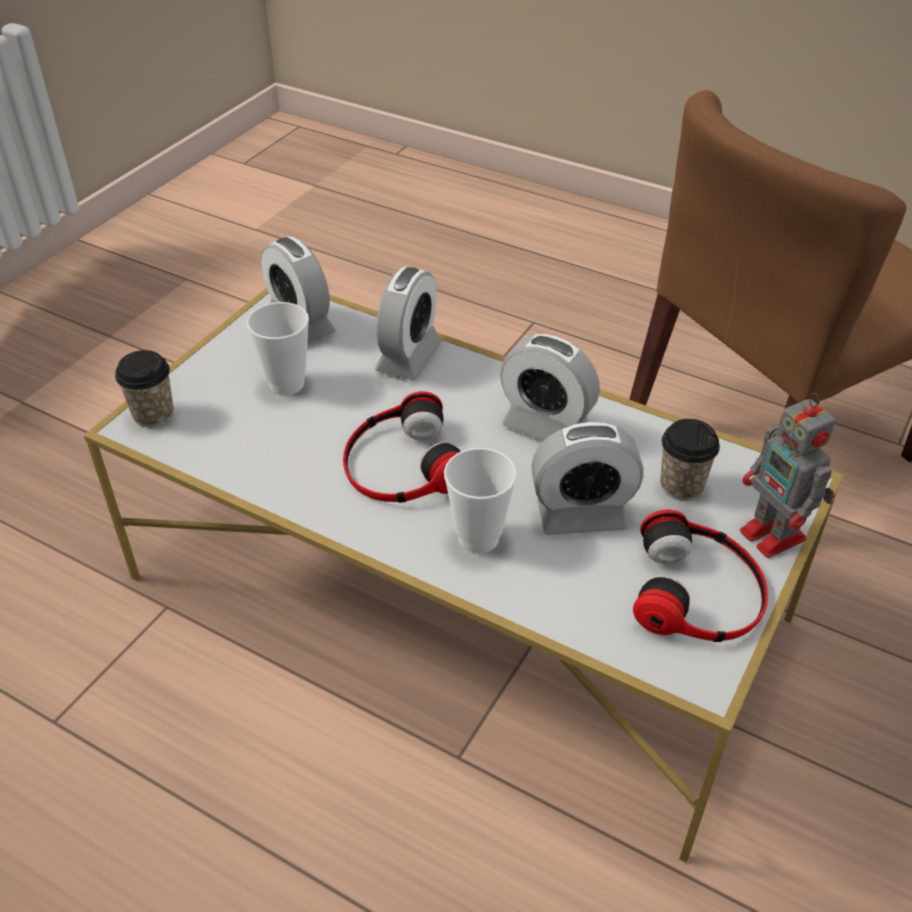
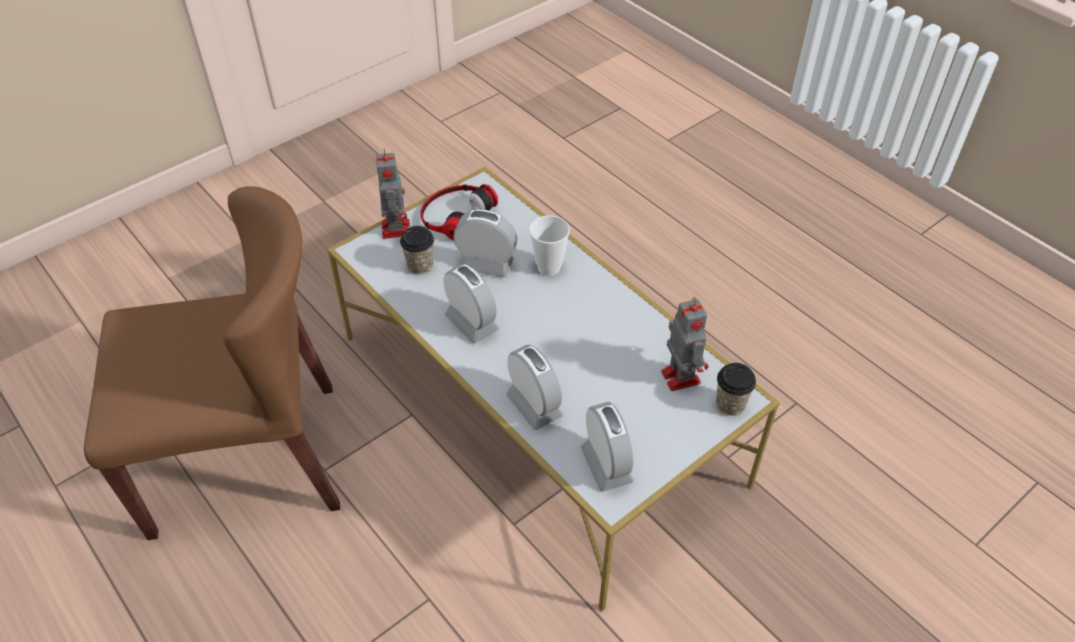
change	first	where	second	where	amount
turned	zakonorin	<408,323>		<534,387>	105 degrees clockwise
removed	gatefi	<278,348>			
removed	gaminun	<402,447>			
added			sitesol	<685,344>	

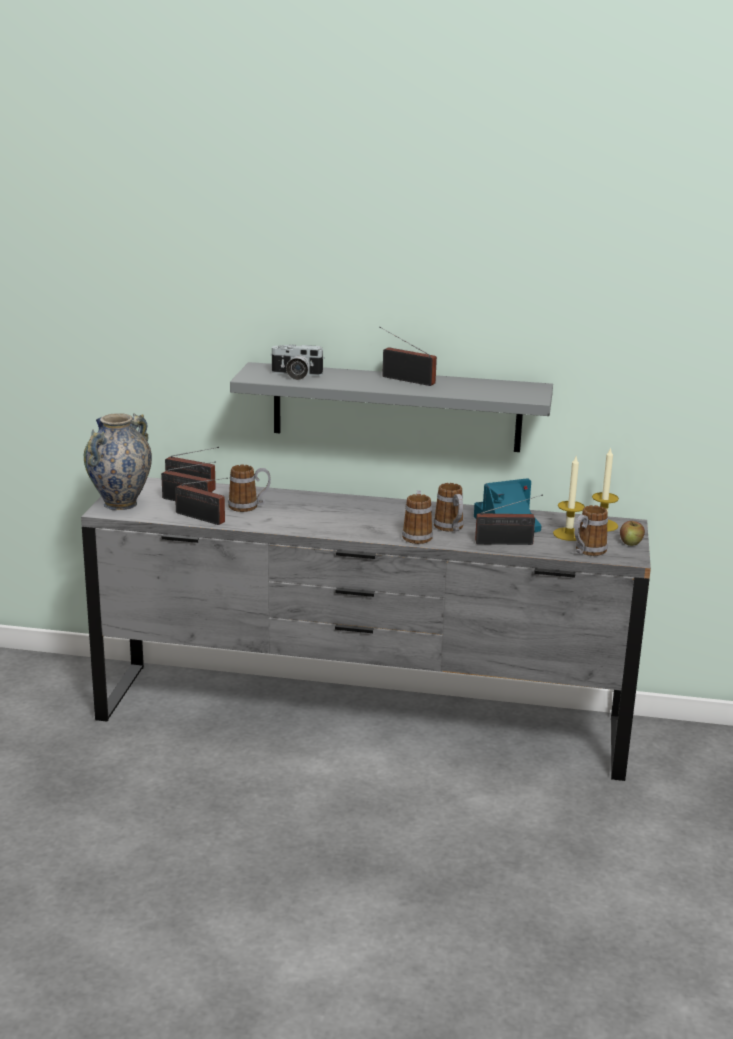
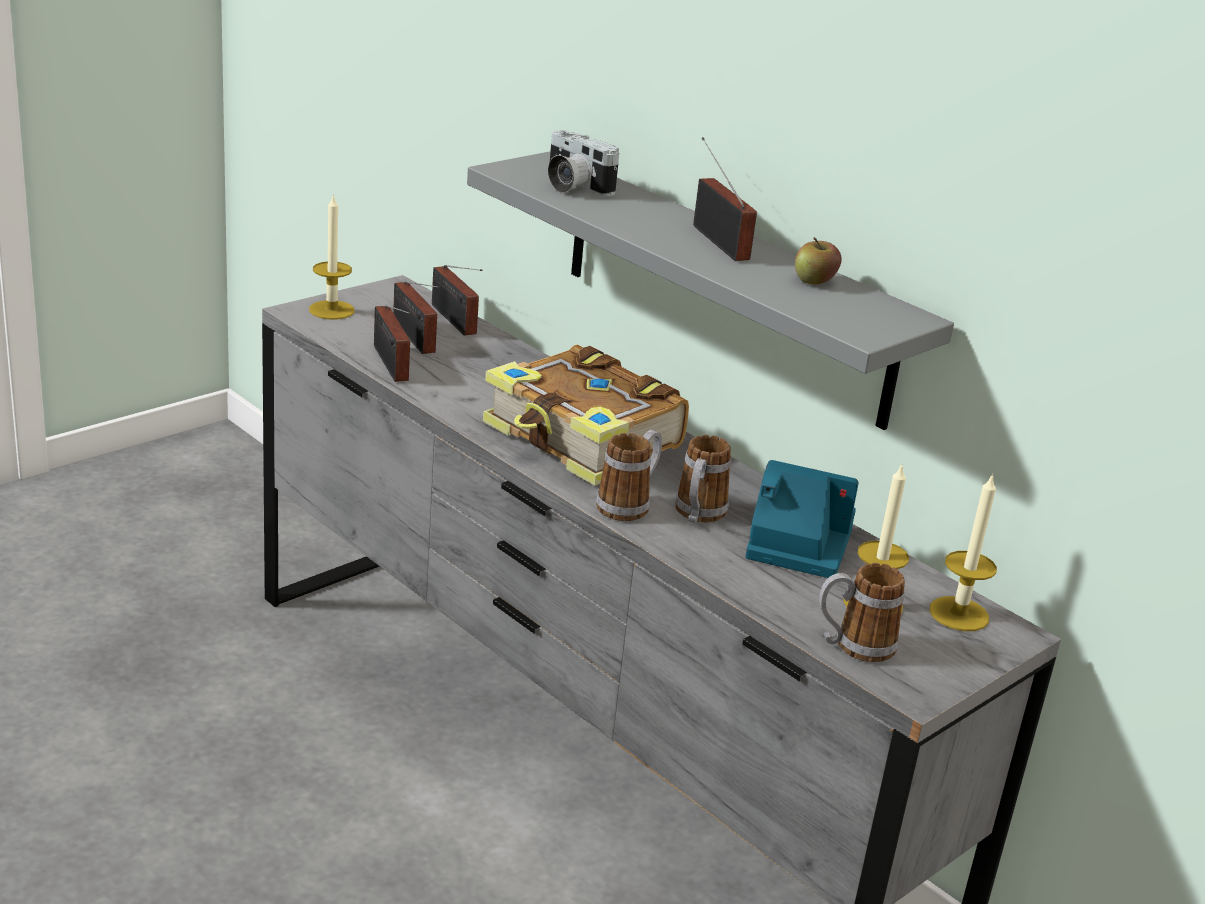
change	first	where	second	where	amount
replaced	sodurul	<118,461>	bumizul	<331,257>	
removed	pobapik	<249,488>			
removed	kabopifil	<509,519>			
moved	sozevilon	<632,533>		<818,261>	
added			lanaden	<586,415>	

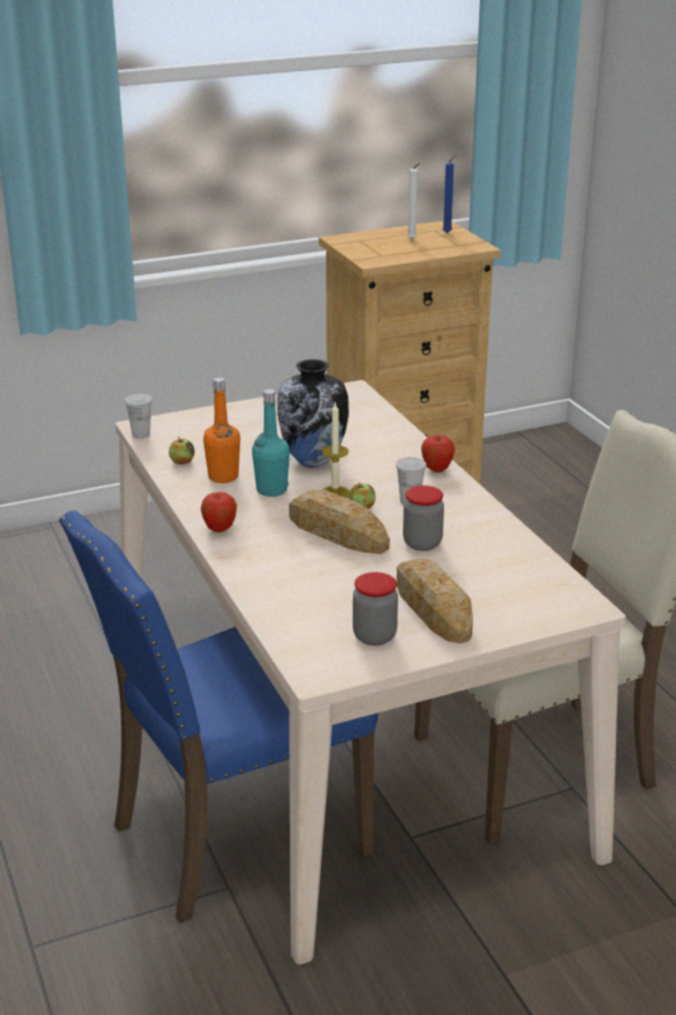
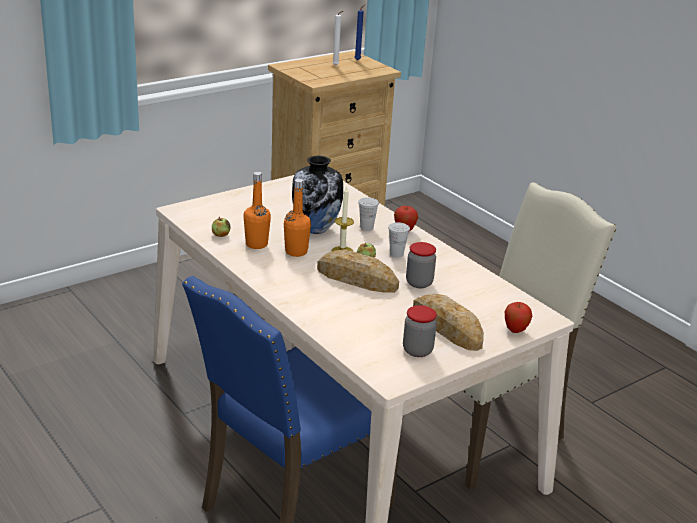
change	first	where	second	where	amount
recoloured	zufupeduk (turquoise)	<271,443>	zufupeduk (orange)	<297,218>	
moved	gatefi (white)	<138,416>		<368,214>	
moved	sozevilon	<219,512>		<518,317>	

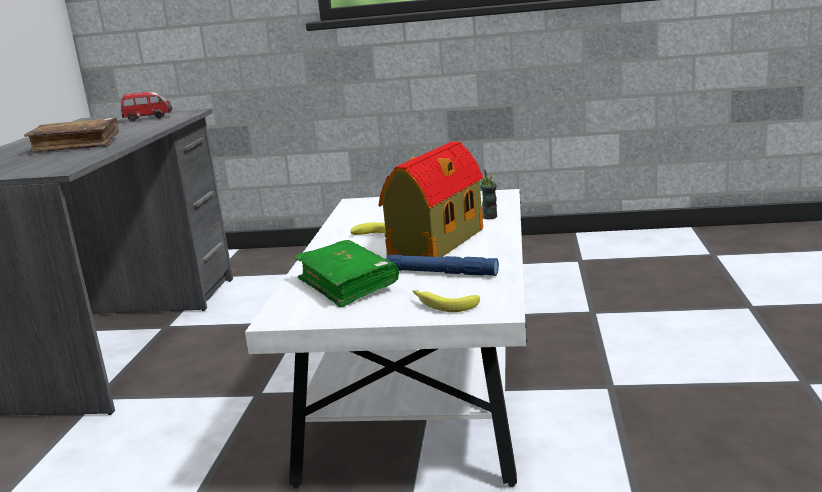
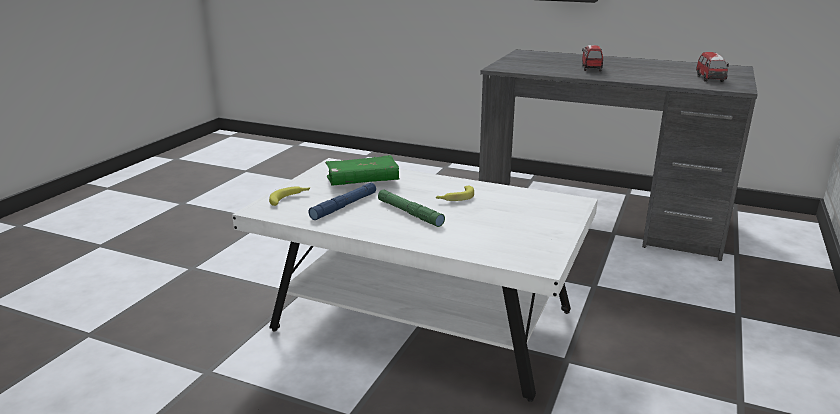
change	first	where	second	where	amount
replaced	lanaden (brown)	<71,136>	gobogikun	<592,58>	
replaced	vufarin	<431,199>	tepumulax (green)	<411,208>	
removed	gatefi	<488,194>			

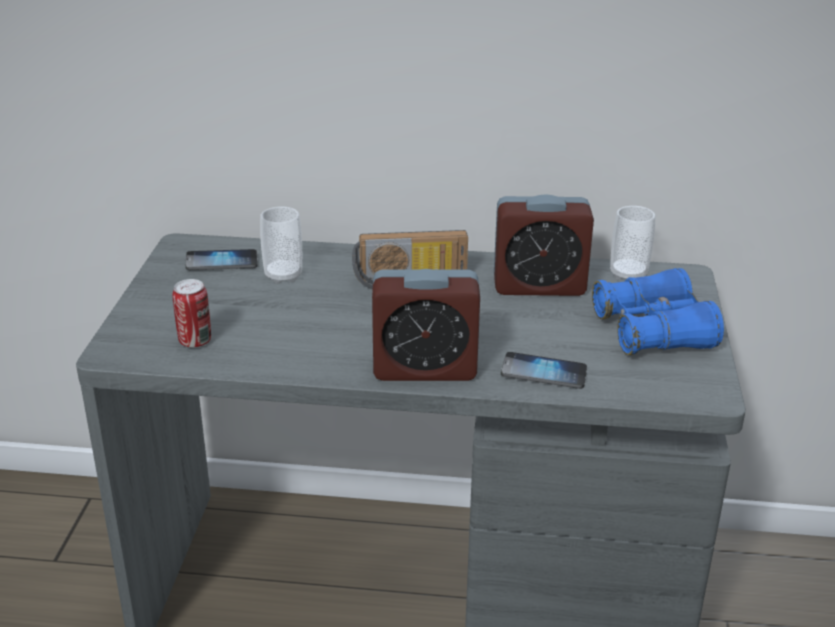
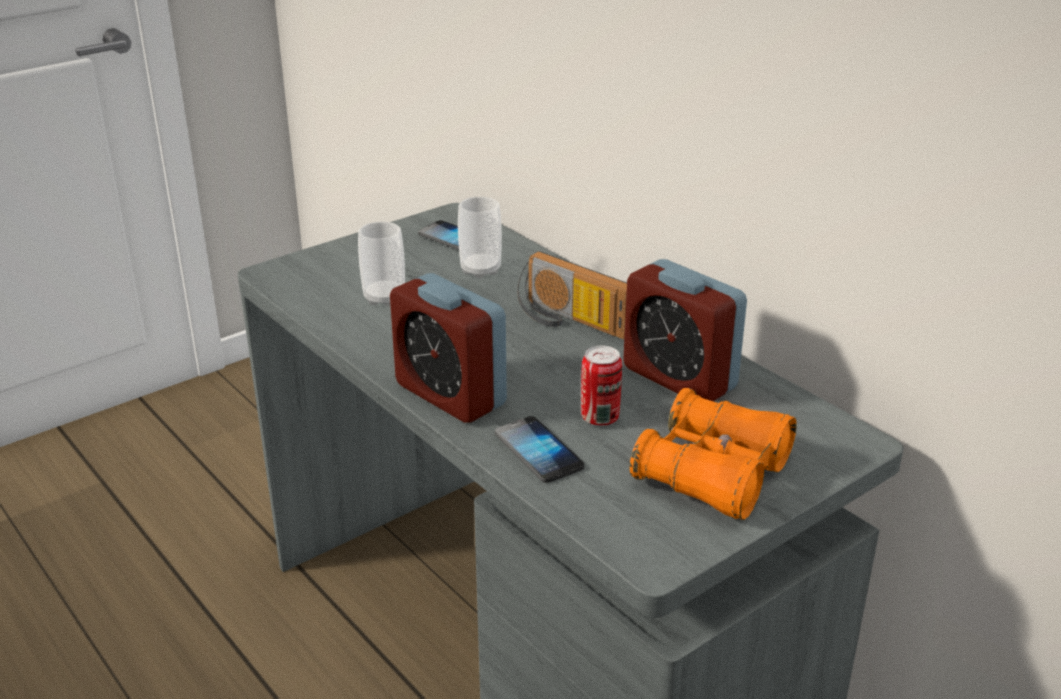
change	first	where	second	where	amount
moved	gatefi	<632,243>		<381,264>	
recoloured	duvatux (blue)	<658,311>	duvatux (orange)	<713,454>	
moved	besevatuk	<191,313>		<601,385>	

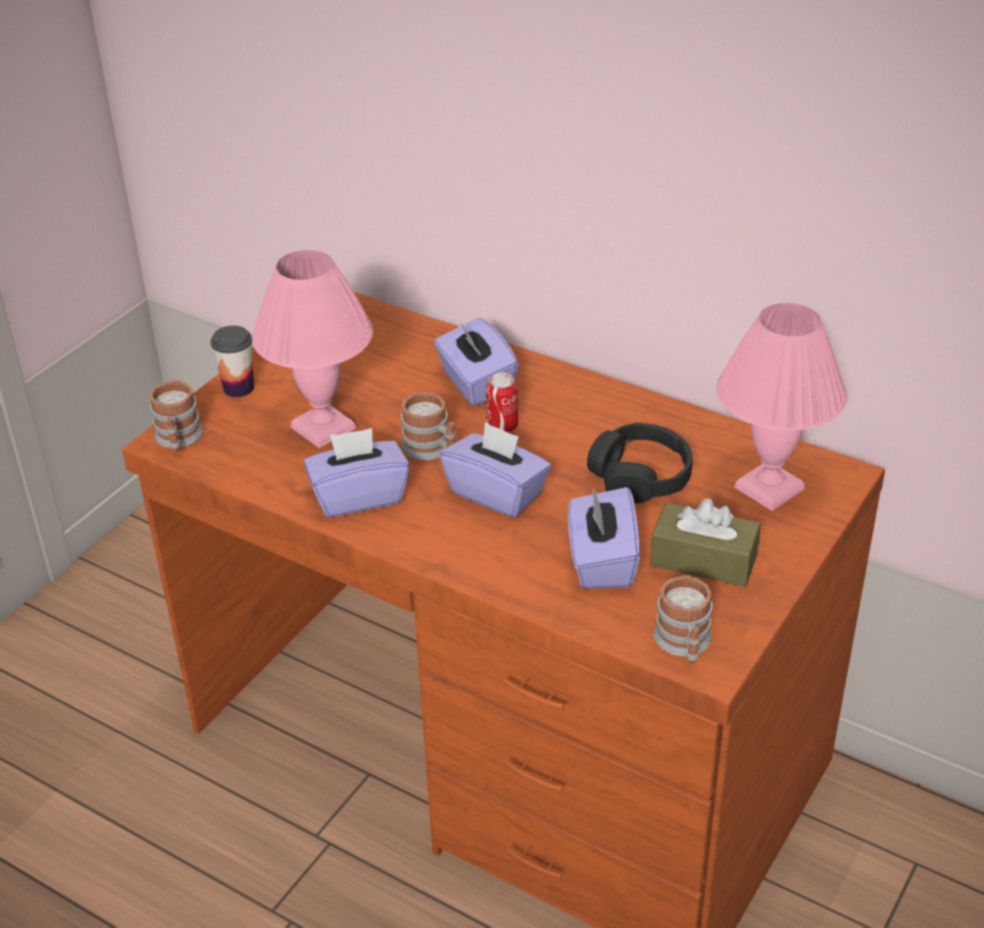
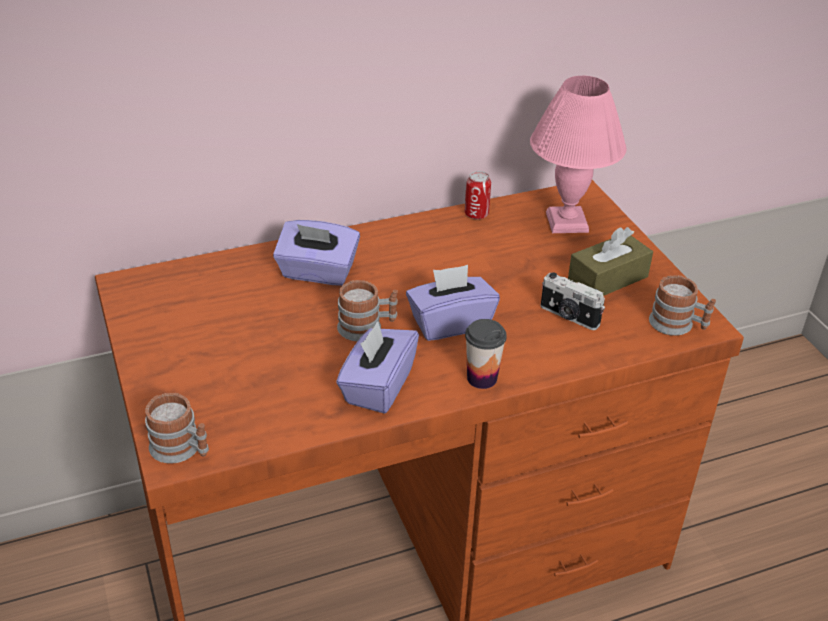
change	first	where	second	where	amount
removed	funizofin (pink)	<312,349>			
moved	gatefi	<232,361>		<486,354>	
moved	besevatuk	<502,402>		<478,195>	
removed	gaminun (black)	<640,463>			
replaced	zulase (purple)	<604,538>	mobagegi	<572,301>	

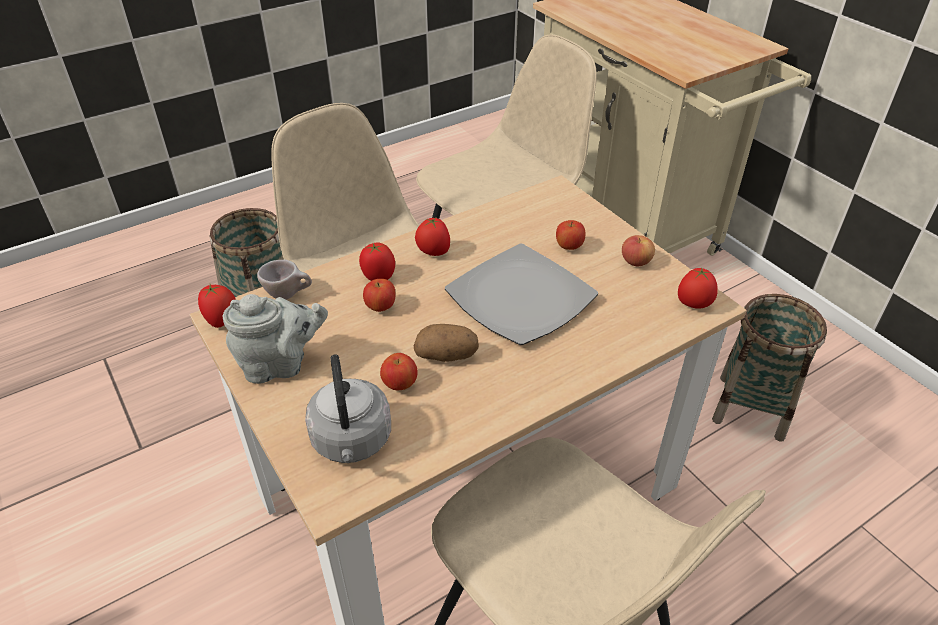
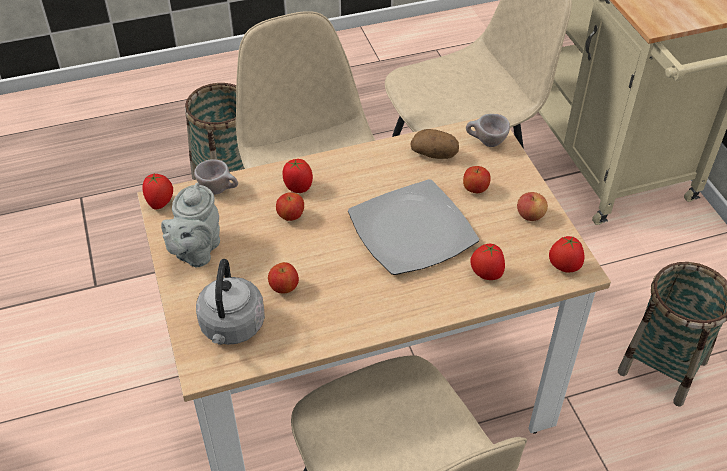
change	first	where	second	where	amount
moved	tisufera	<432,237>		<487,262>	
turned	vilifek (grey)	<275,339>		<190,224>	105 degrees clockwise
moved	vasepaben	<446,343>		<434,144>	
added			gatefi (beige)	<488,130>	

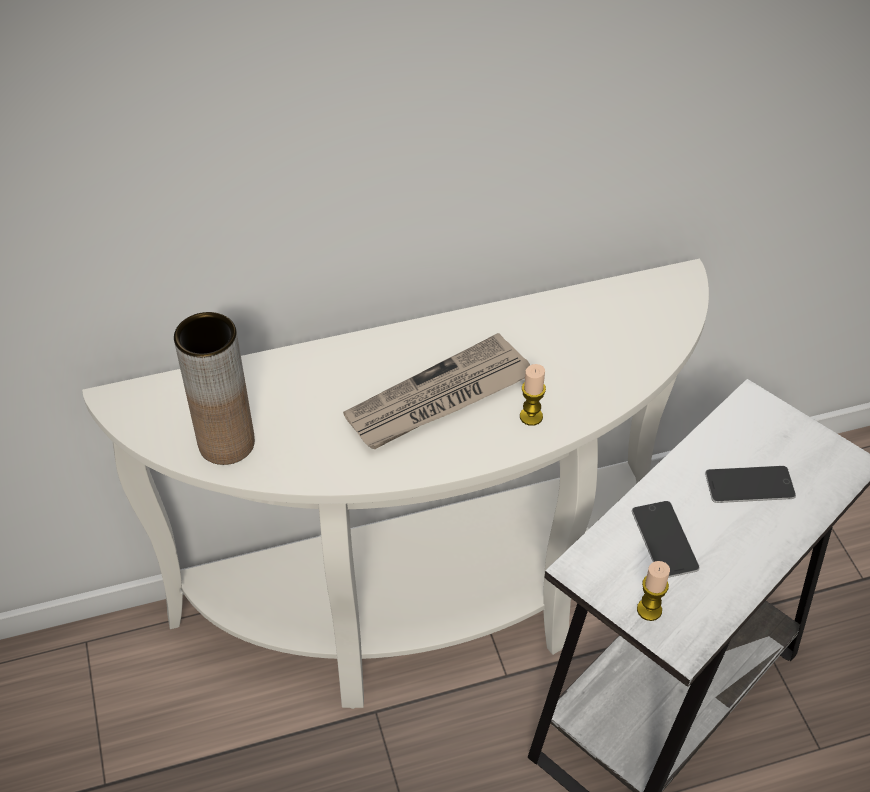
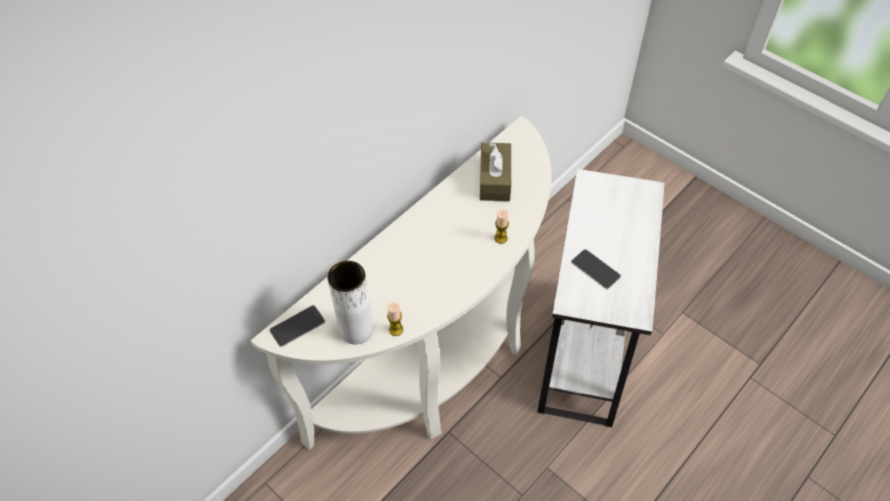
change	first	where	second	where	amount
recoloured	sodurul (brown)	<214,388>	sodurul (white)	<350,302>	
removed	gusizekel	<436,391>			
moved	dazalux	<750,484>		<297,326>	
moved	bumizul	<653,591>		<395,319>	
added			zulase (brown)	<495,171>	

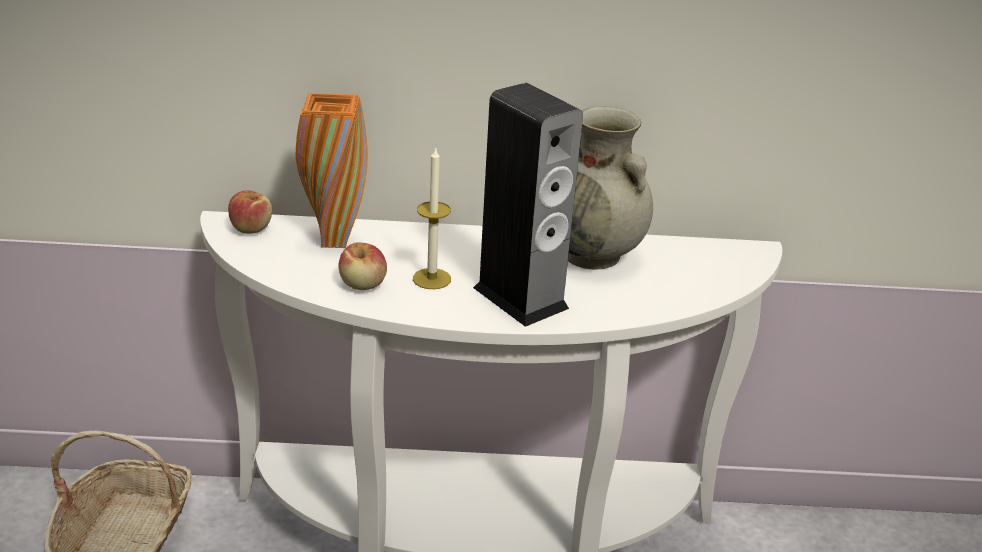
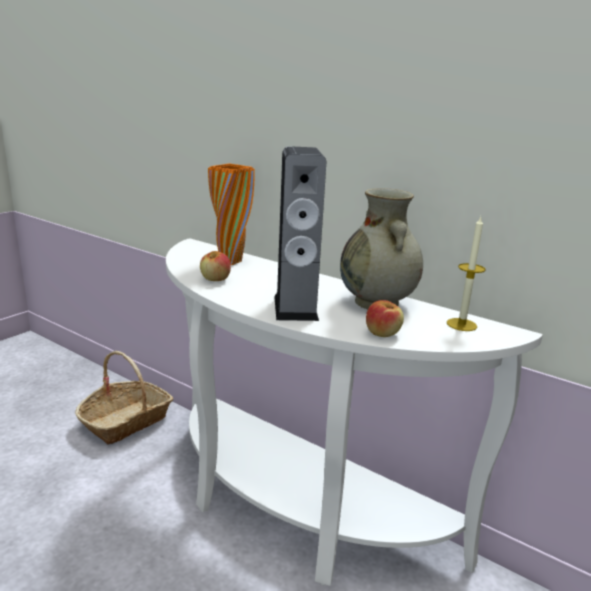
change	first	where	second	where	amount
moved	bumizul	<432,217>		<466,274>	
moved	sozevilon	<250,212>		<385,318>	

